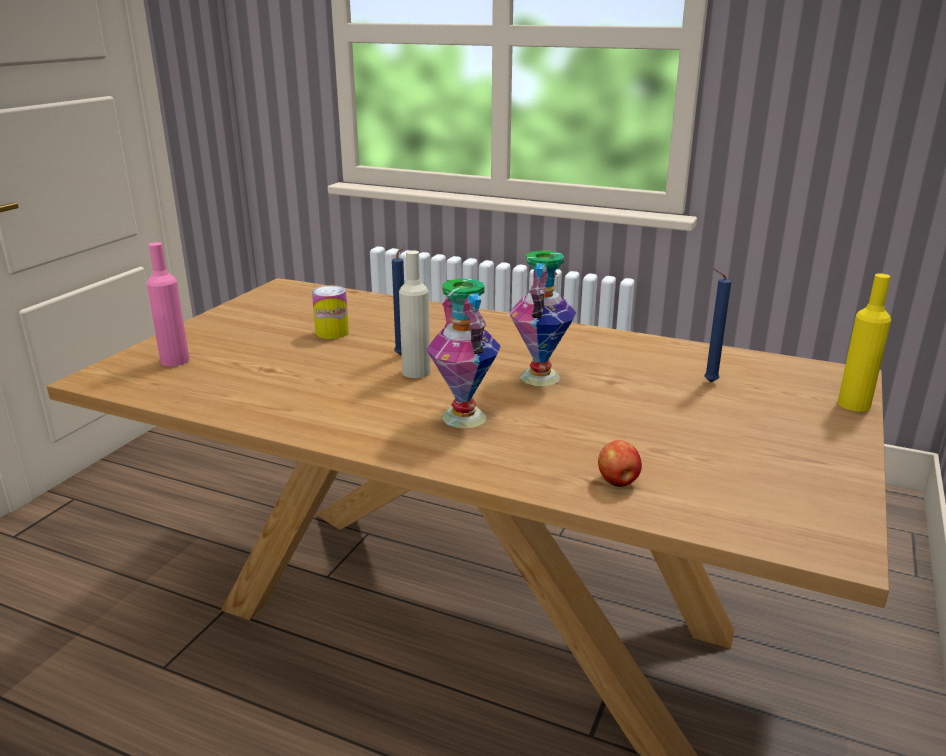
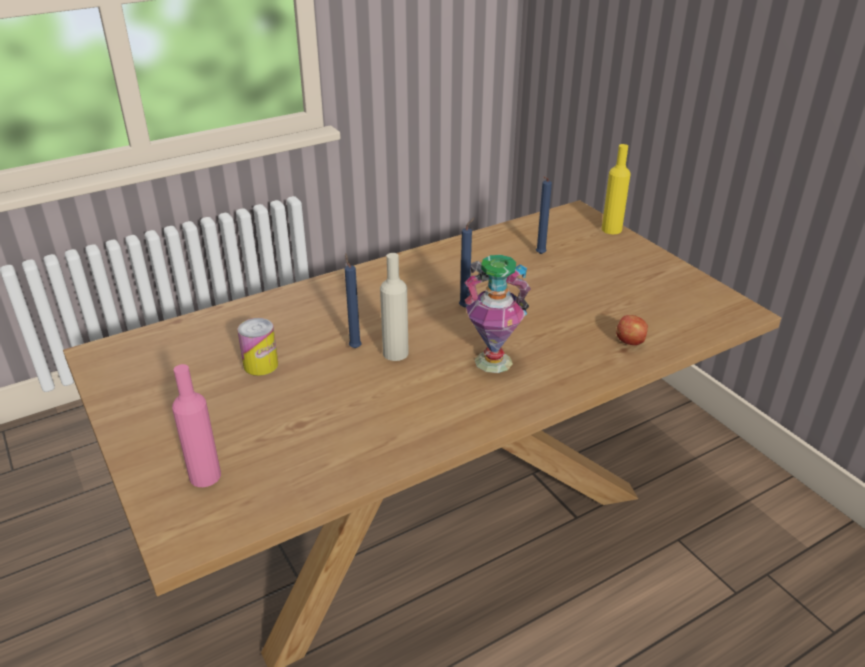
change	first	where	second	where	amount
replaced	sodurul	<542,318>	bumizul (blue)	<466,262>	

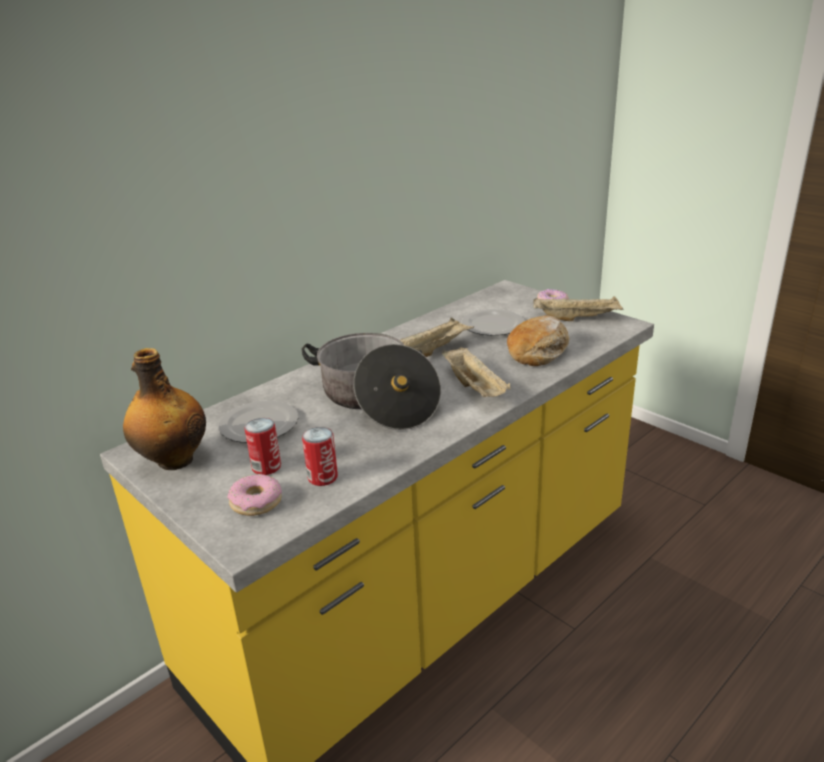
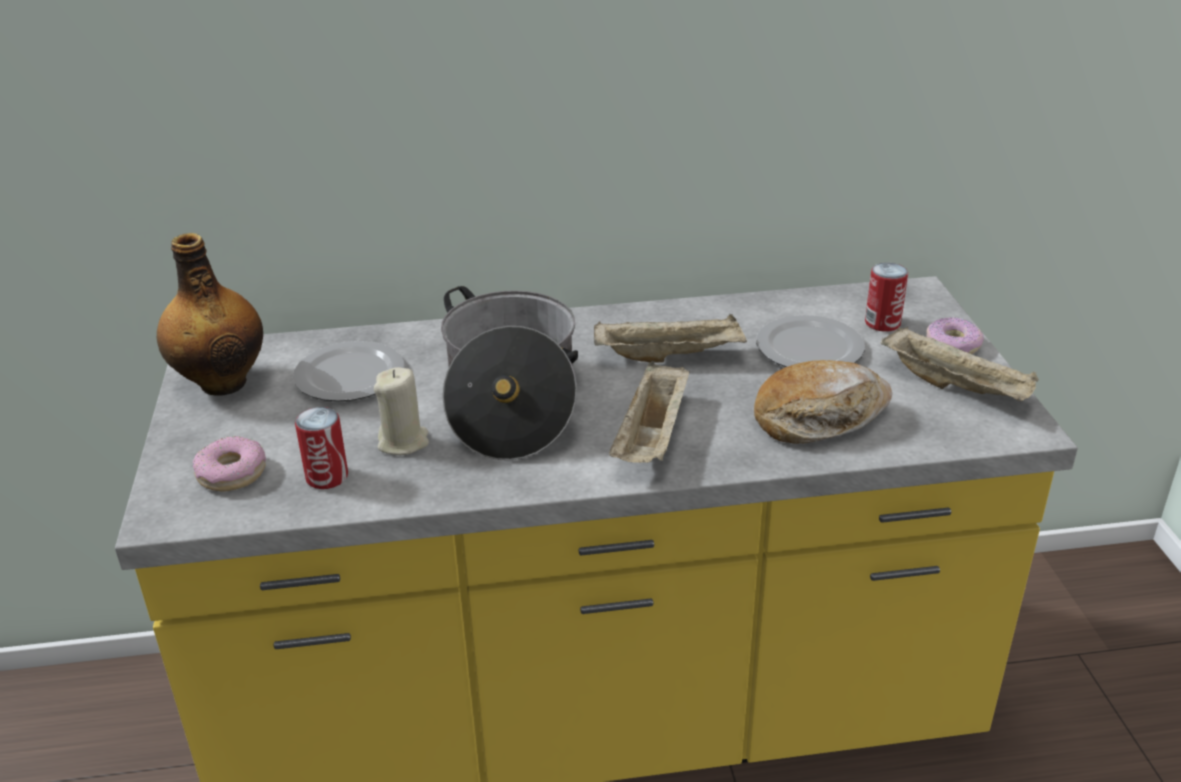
change	first	where	second	where	amount
moved	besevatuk	<262,446>		<886,297>	
added			bumizul (beige)	<401,411>	

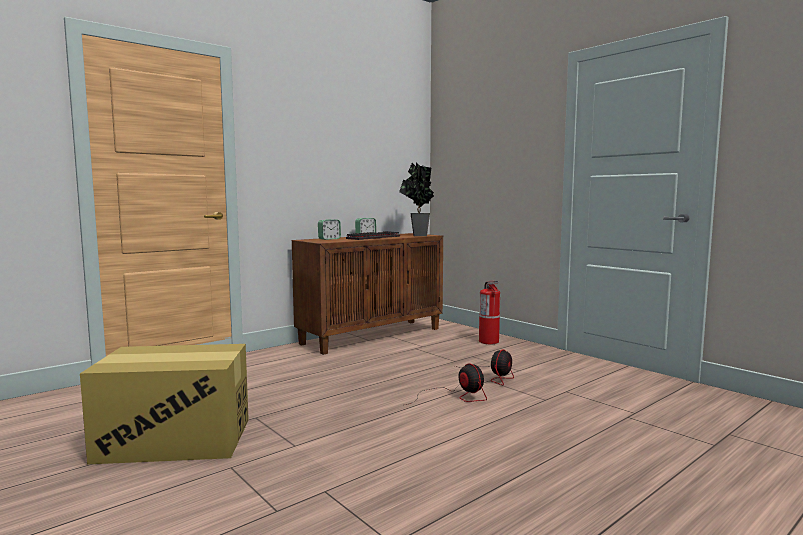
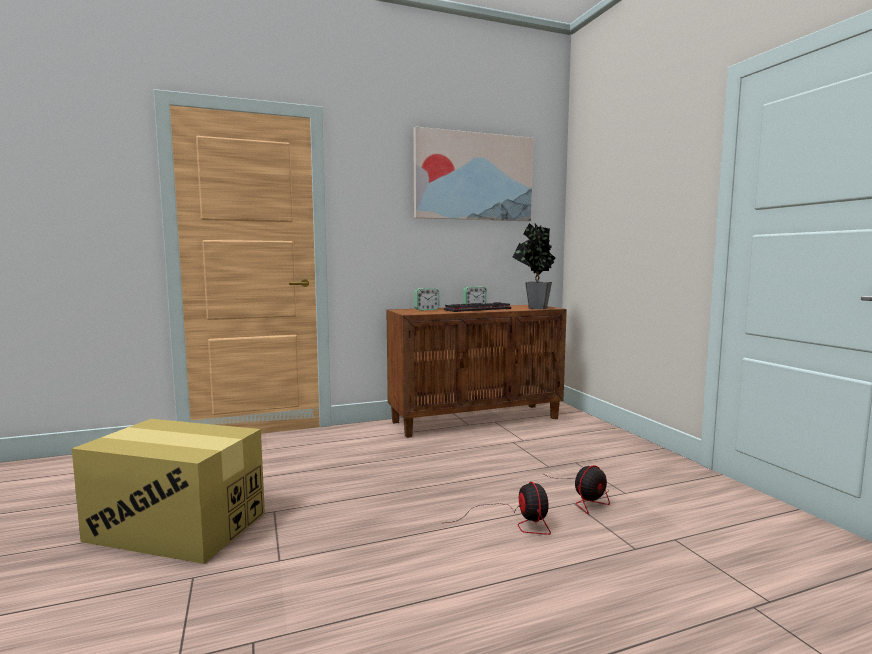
change	first	where	second	where	amount
removed	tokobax	<489,312>			
added			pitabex	<473,174>	

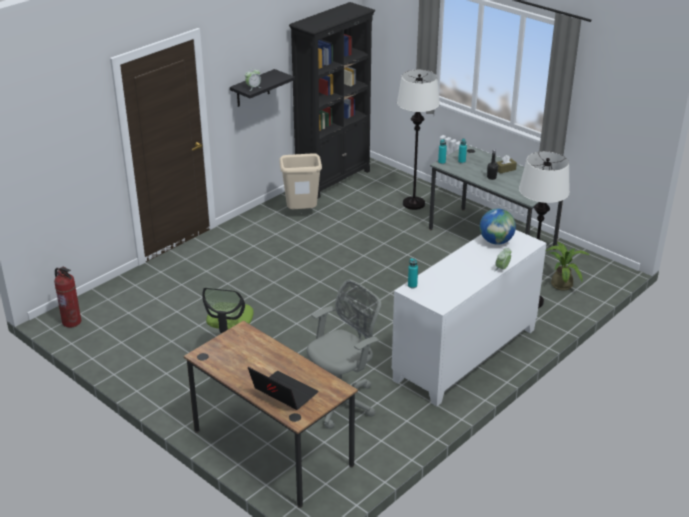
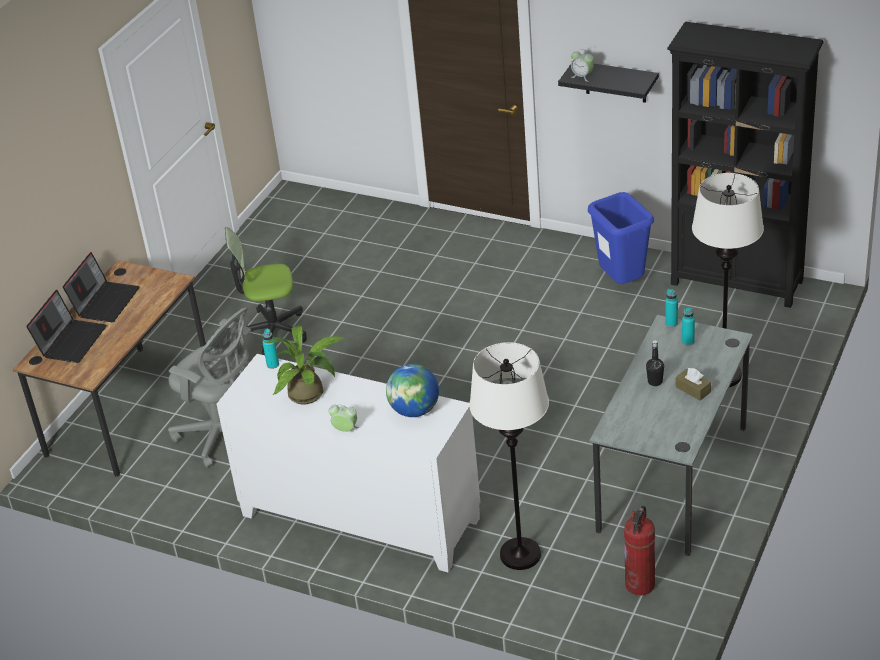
change	first	where	second	where	amount
recoloured	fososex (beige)	<300,181>	fososex (blue)	<621,238>	
moved	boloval	<568,266>		<305,365>	
moved	tokobax	<67,297>		<639,550>	
added			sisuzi	<101,287>	

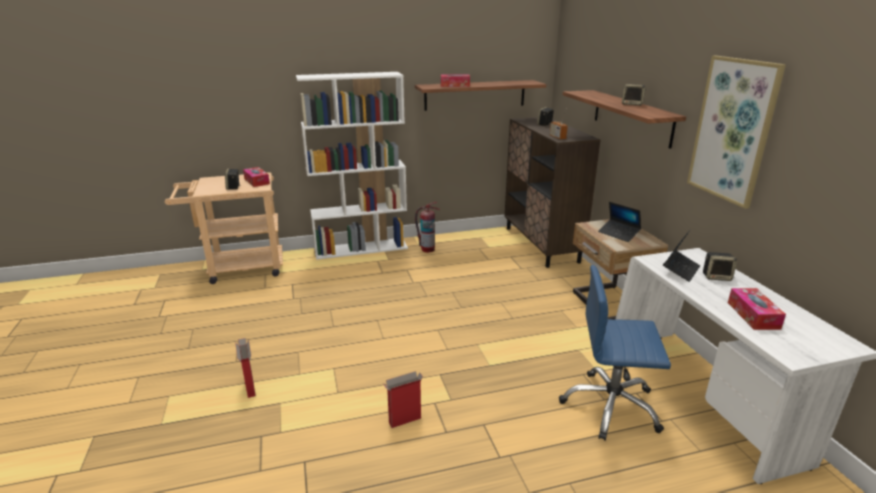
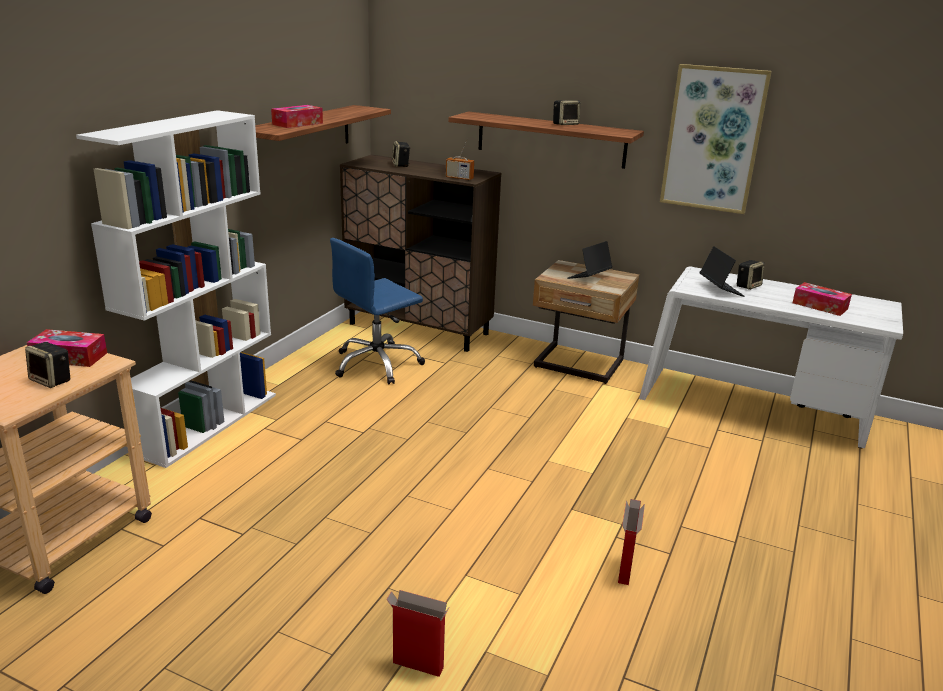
change	first	where	second	where	amount
removed	tokobax	<427,227>			
turned	sisuzi	<619,222>		<590,260>	135 degrees clockwise
moved	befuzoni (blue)	<615,353>		<377,311>	

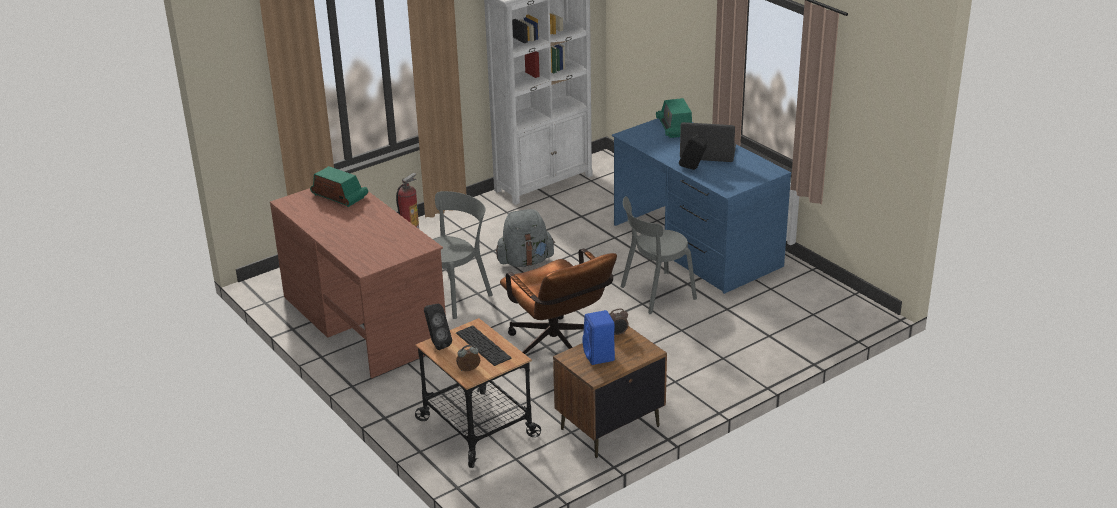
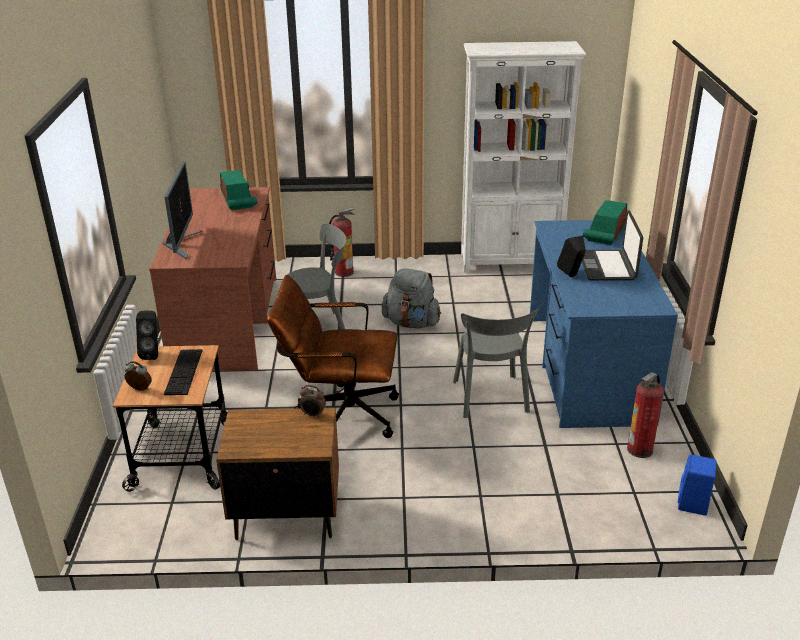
change	first	where	second	where	amount
turned	sisuzi	<708,142>		<612,245>	135 degrees counterclockwise
turned	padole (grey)	<658,255>		<496,362>	105 degrees counterclockwise
turned	befuzoni (brown)	<558,301>		<333,356>	90 degrees clockwise
moved	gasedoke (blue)	<598,337>		<697,485>	
added			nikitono	<182,210>	
added			tokobax	<645,415>	

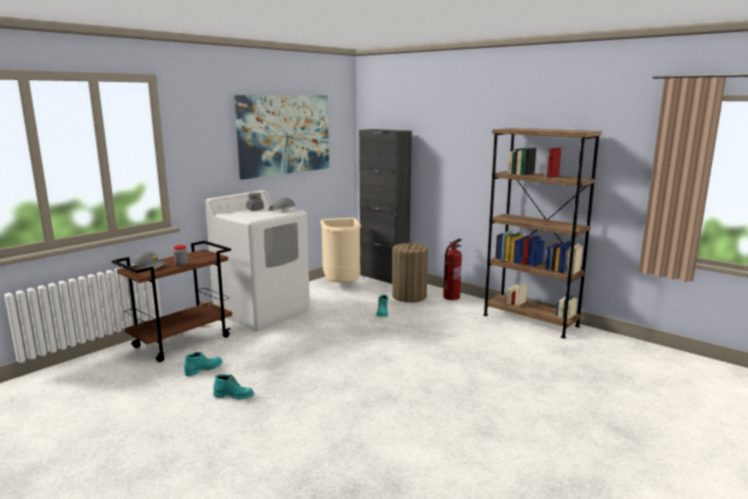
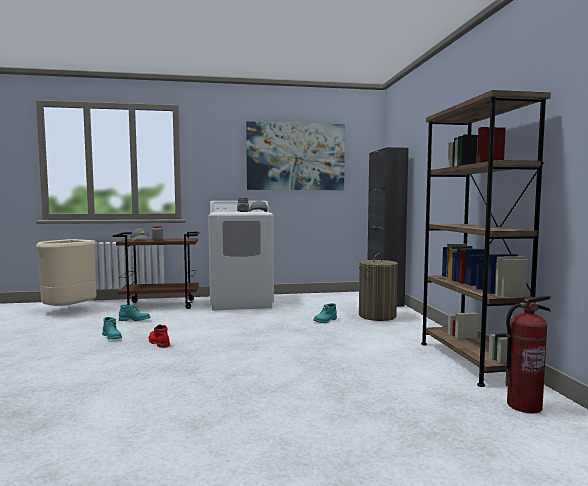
change	first	where	second	where	amount
moved	fososex (beige)	<340,250>		<66,272>	
moved	tokobax	<452,269>		<528,354>	
added			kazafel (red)	<159,336>	

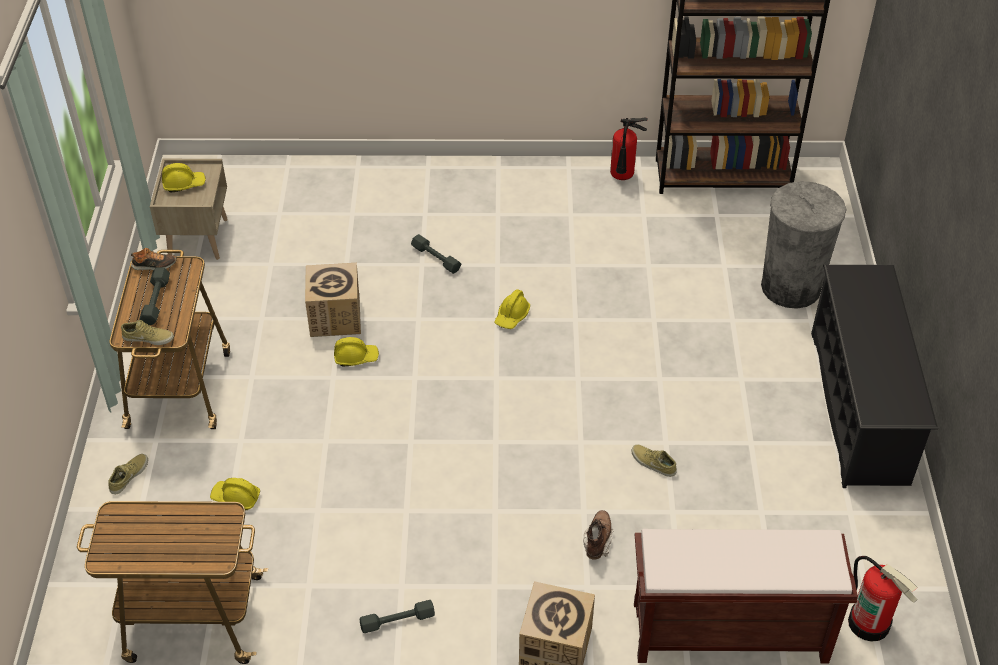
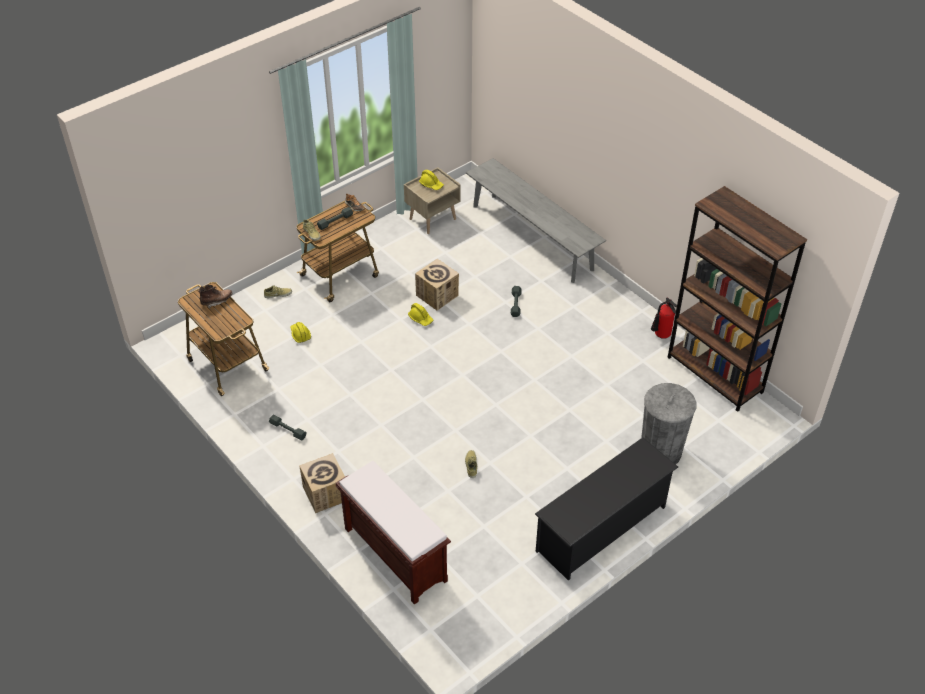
change	first	where	second	where	amount
removed	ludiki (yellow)	<512,309>			
moved	kazafel (brown)	<598,535>		<215,297>	
removed	tokobax	<883,599>			
added			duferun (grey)	<536,220>	

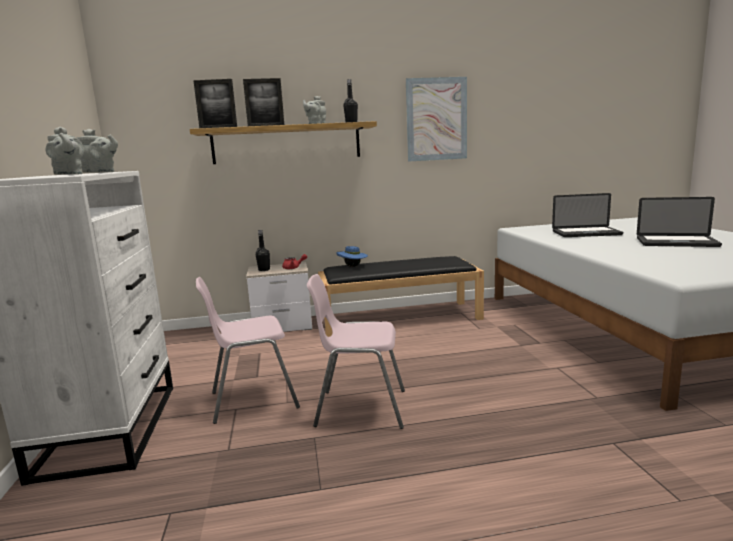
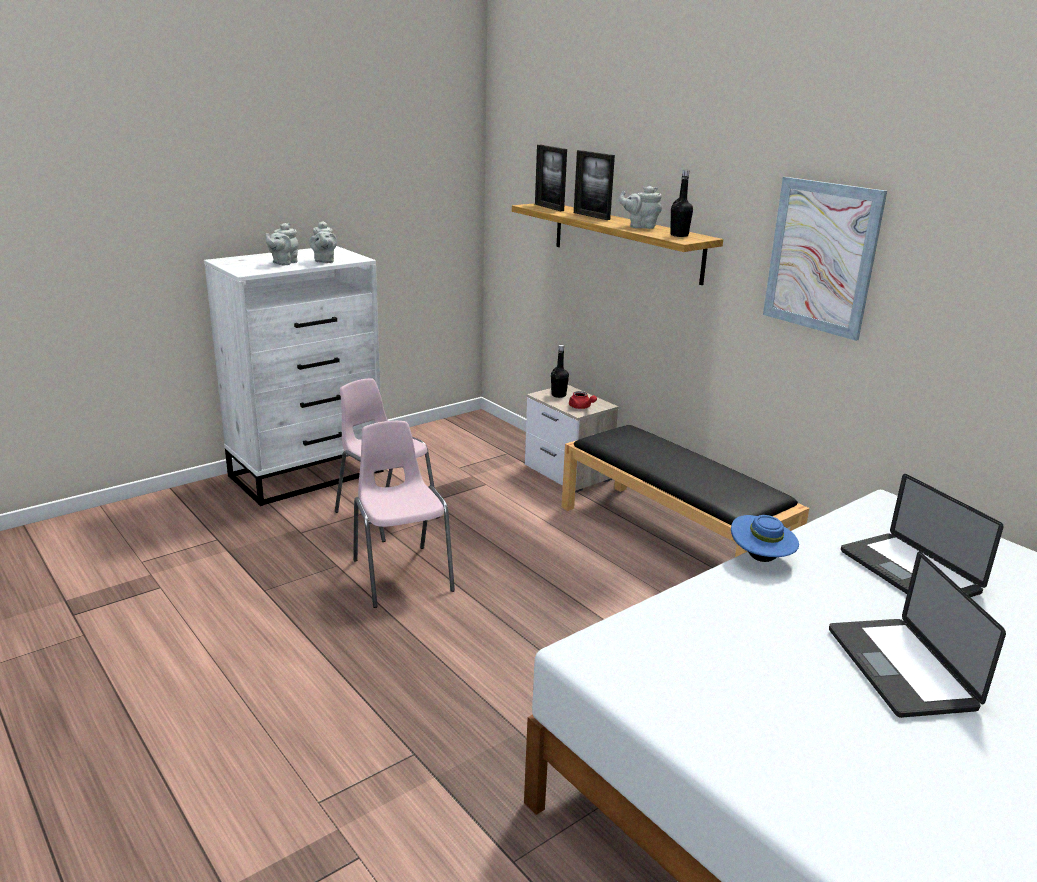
change	first	where	second	where	amount
moved	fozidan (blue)	<352,256>		<765,538>	

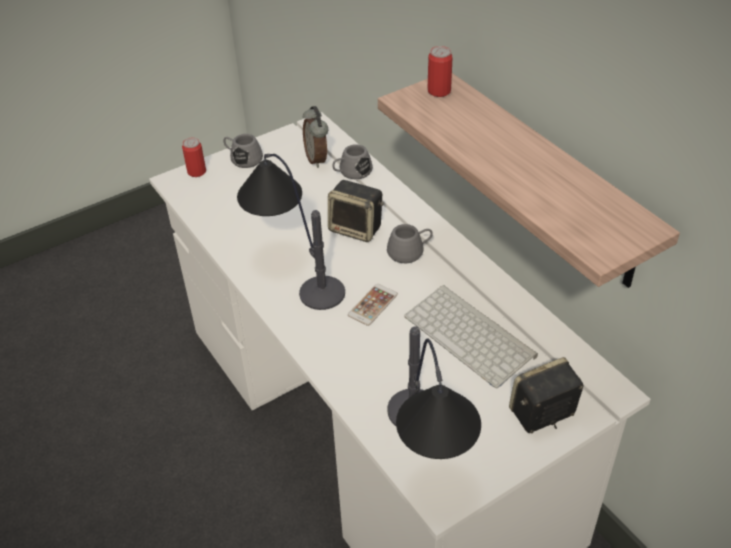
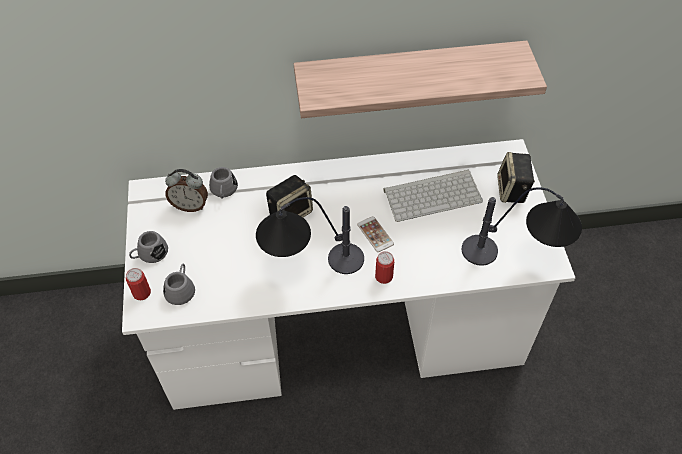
change	first	where	second	where	amount
moved	besevatuk	<440,71>		<384,267>	
moved	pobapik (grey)	<410,243>		<179,284>	

